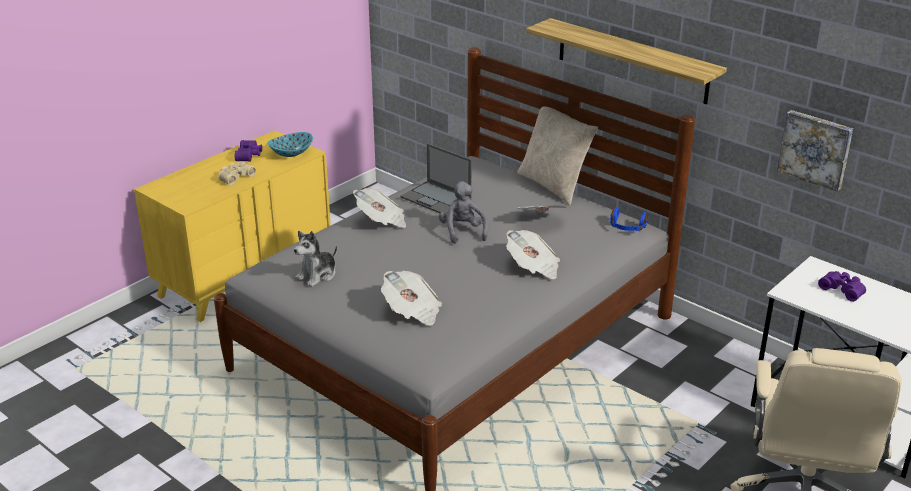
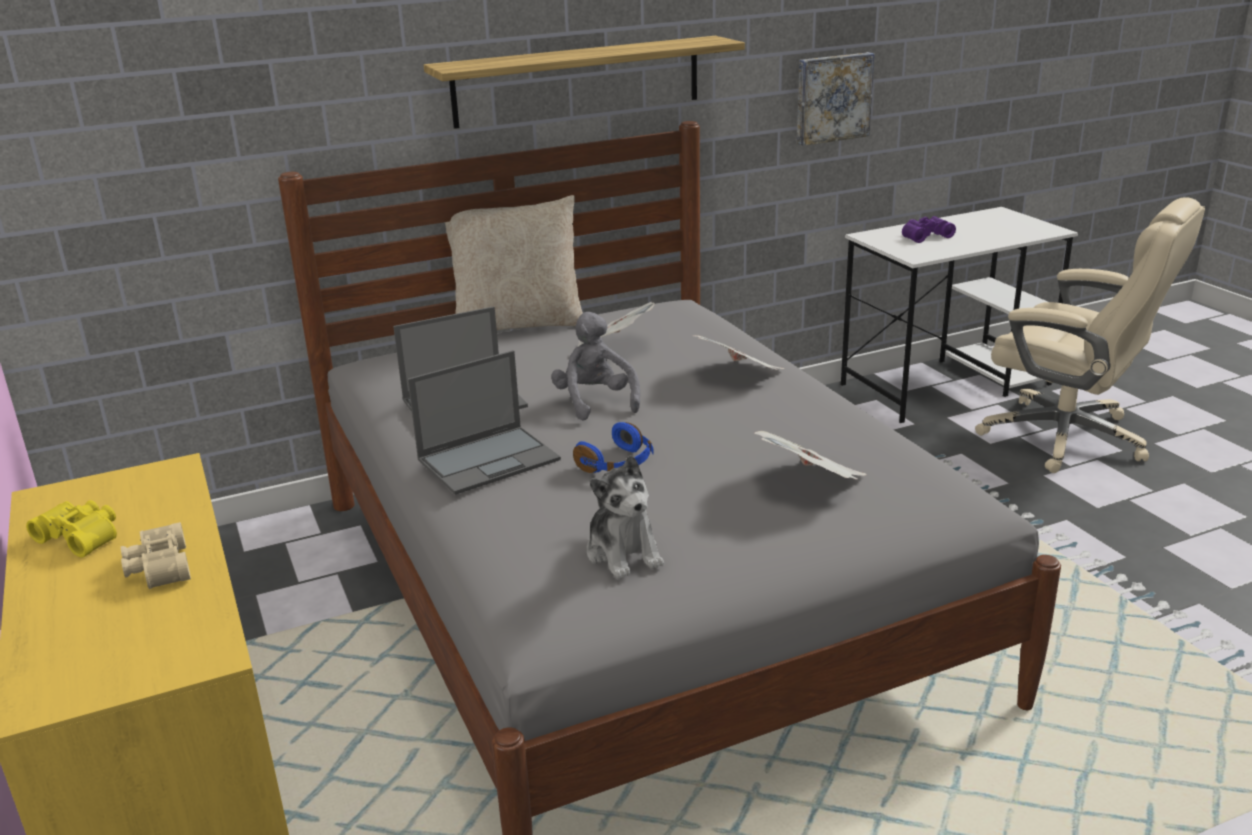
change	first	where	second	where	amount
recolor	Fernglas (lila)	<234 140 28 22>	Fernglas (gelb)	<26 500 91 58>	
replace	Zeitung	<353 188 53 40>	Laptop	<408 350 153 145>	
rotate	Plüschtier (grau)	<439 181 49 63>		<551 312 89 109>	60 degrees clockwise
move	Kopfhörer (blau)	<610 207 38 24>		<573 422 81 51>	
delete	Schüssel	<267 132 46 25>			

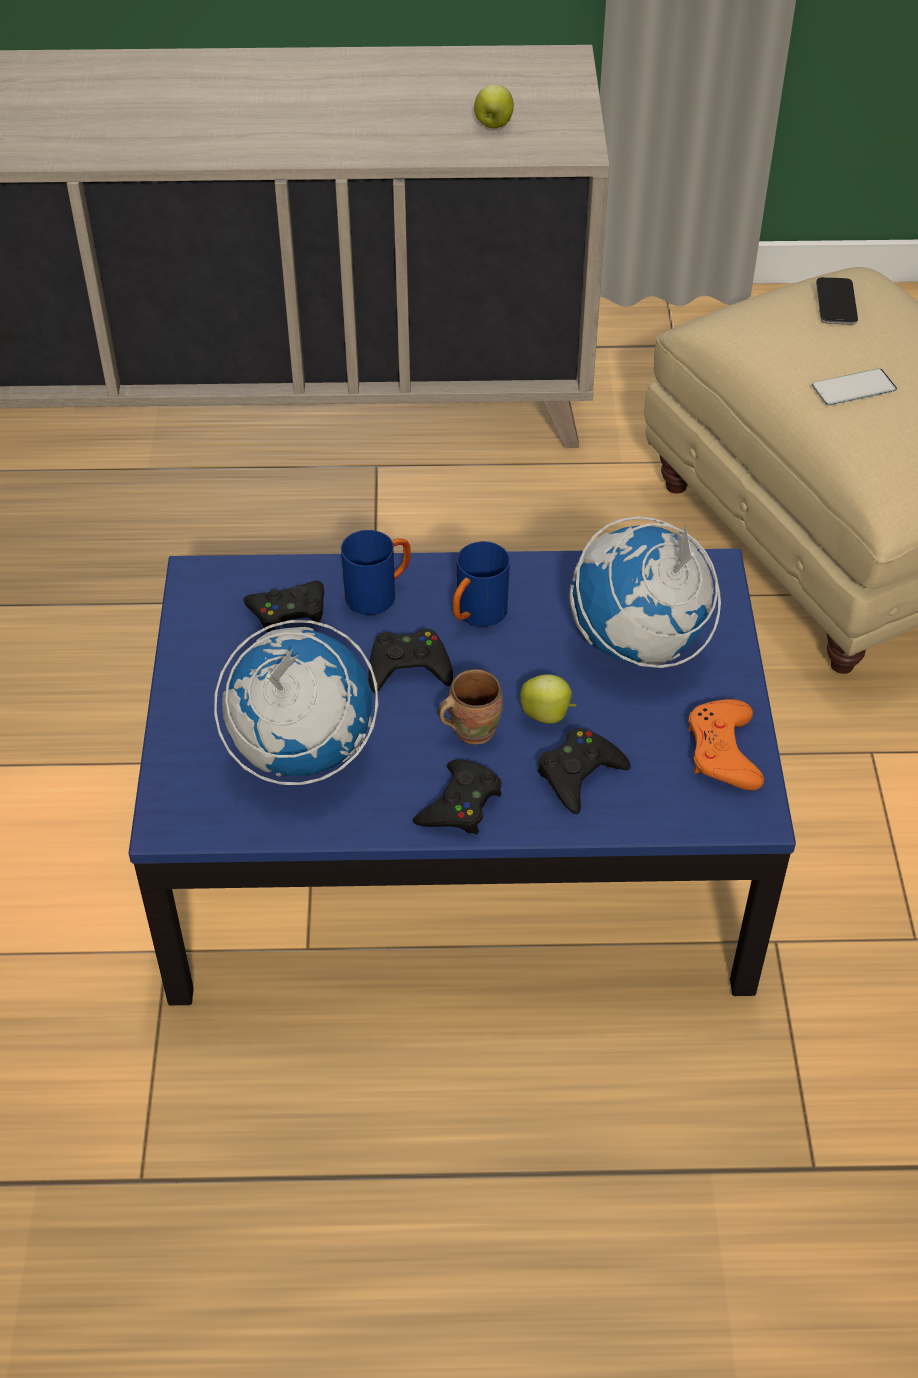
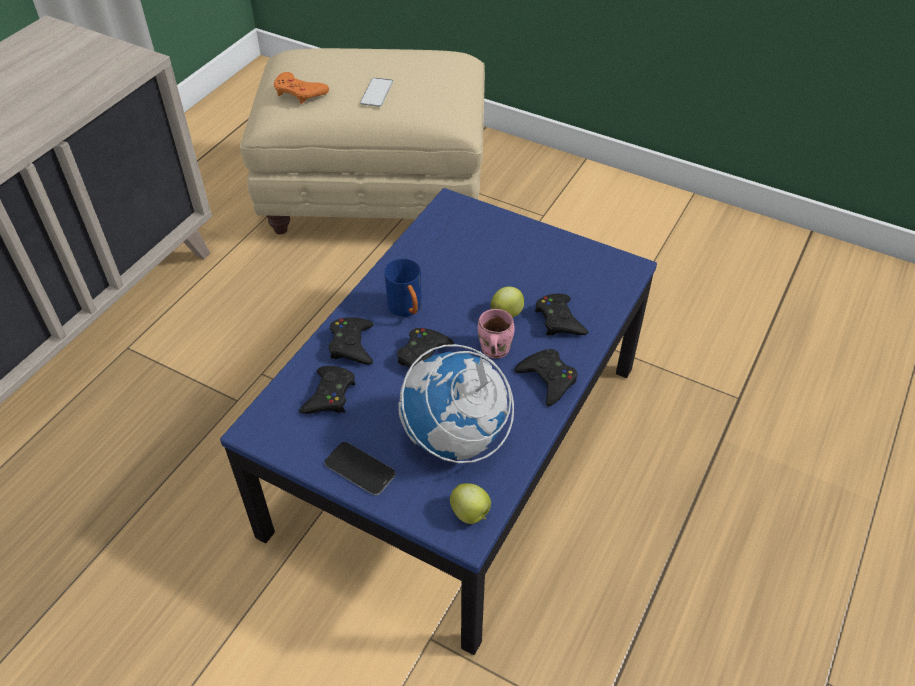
change	first	where	second	where	amount
move	Gamepad (orange)	<688 699 76 91>		<274 72 55 32>	
move	Handy	<816 277 42 48>		<325 442 71 53>	
replace	Henkelbecher (blau)	<341 530 70 85>	Gamepad (schwarz)	<329 317 45 47>	
move	Apfel	<474 85 40 43>		<450 483 41 41>	
recolor	Henkelbecher (braun)	<438 669 65 75>	Henkelbecher (rosa)	<478 309 37 49>	
delete	Globus	<570 516 151 152>			

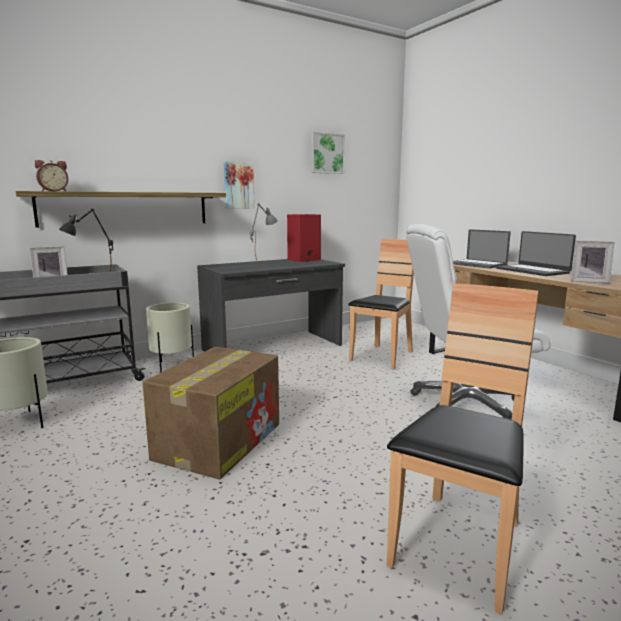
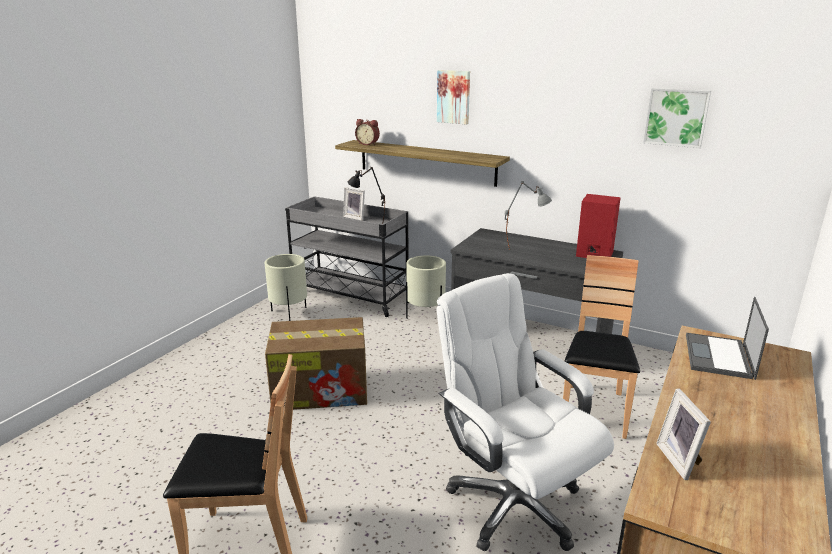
change	first	where	second	where	amount
move	Bild	<224 161 31 48>		<437 70 33 55>	
rotate	Stuhl (braun)	<348 239 66 130>		<563 255 77 184>	75 degrees counterclockwise
delete	Laptop	<496 231 80 45>			

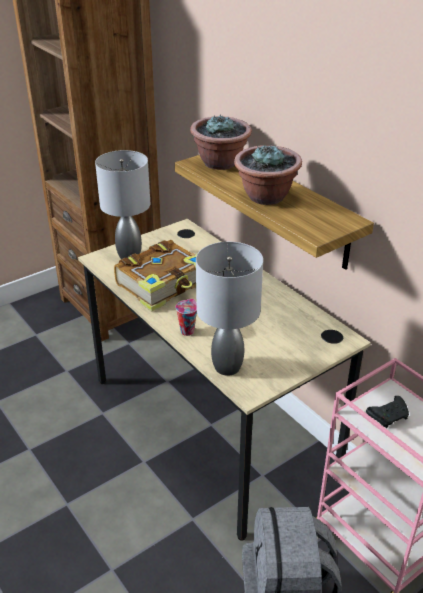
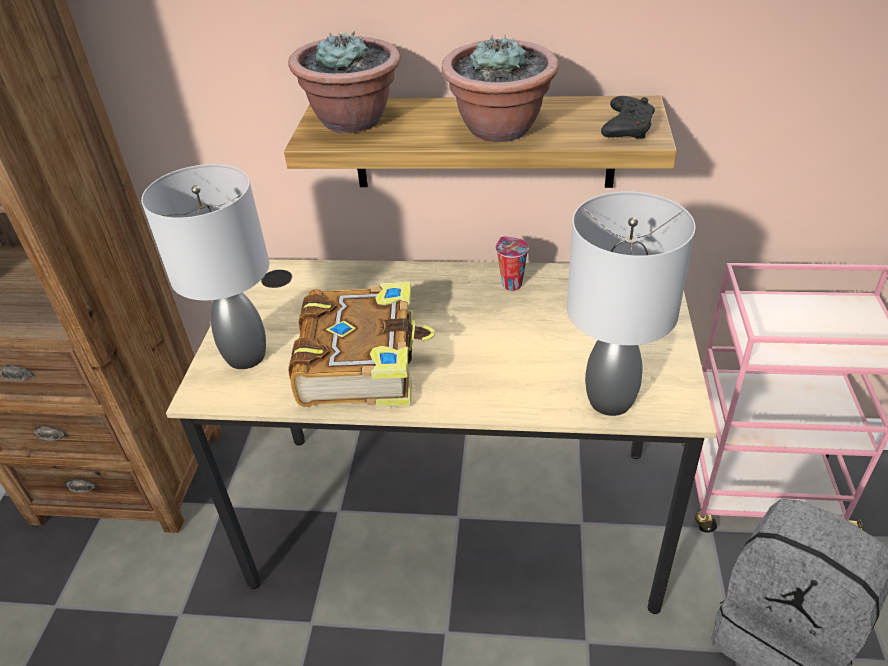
change	first	where	second	where	amount
move	Tasse	<175 299 22 37>		<495 236 34 55>	
move	Gamepad (schwarz)	<366 396 43 32>		<601 96 54 43>	

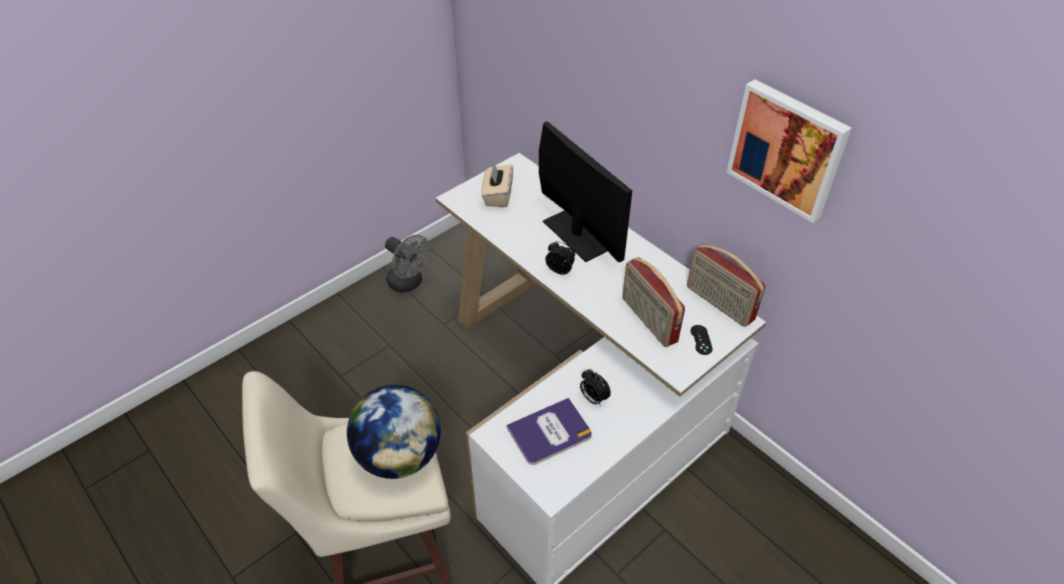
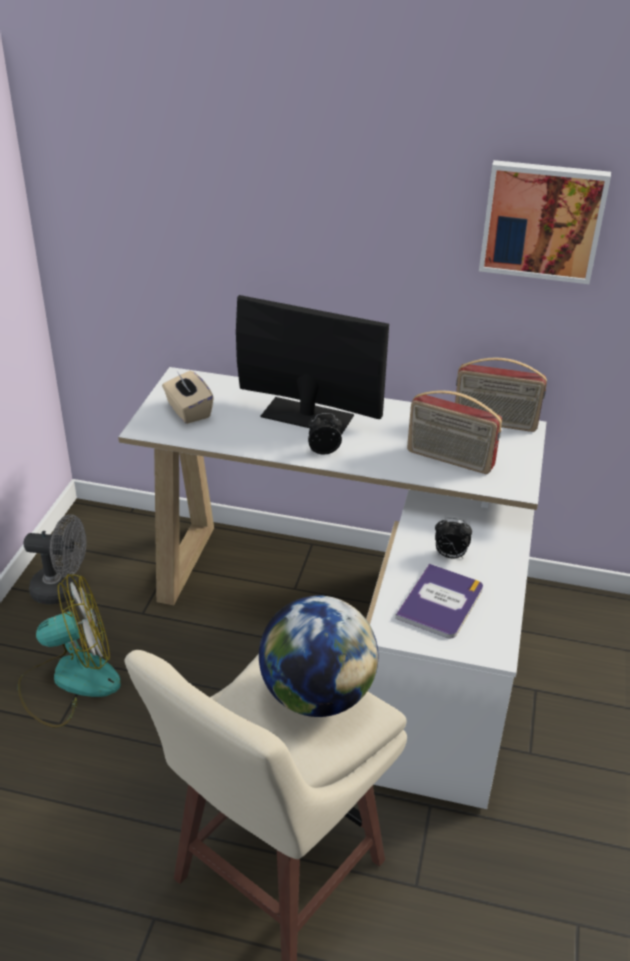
change	first	where	second	where	amount
insert			Ventilator	<18 574 103 154>	
delete	Gamepad (schwarz)	<691 325 22 30>			

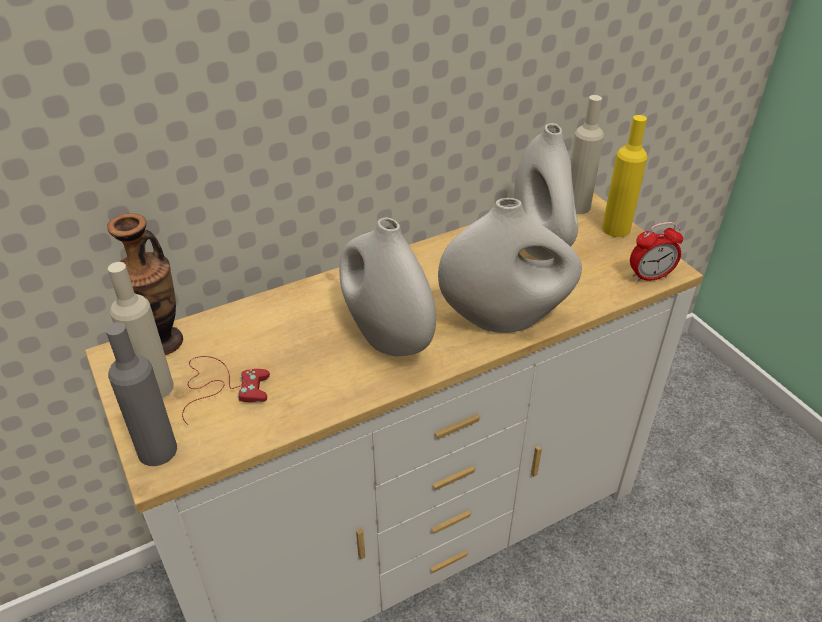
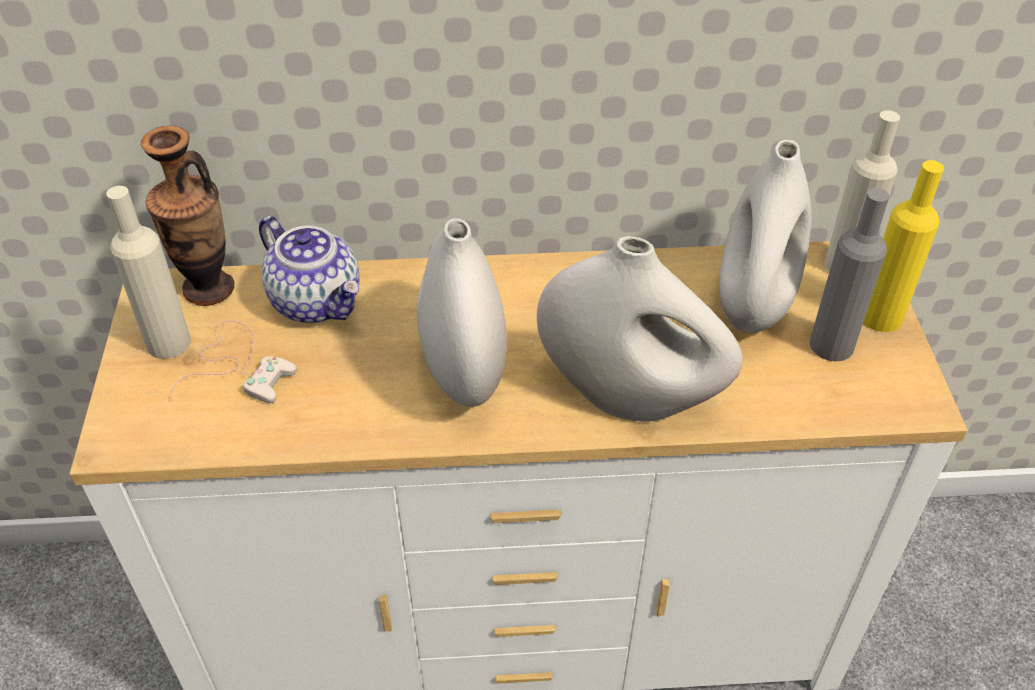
change	first	where	second	where	amount
recolor	Gamepad (rot)	<182 356 88 69>	Gamepad (weiß)	<171 320 126 83>	
insert			Teekanne	<259 216 101 107>	
move	Flasche (grau)	<106 322 71 144>		<810 188 79 174>	
delete	Wecker	<630 222 53 60>			

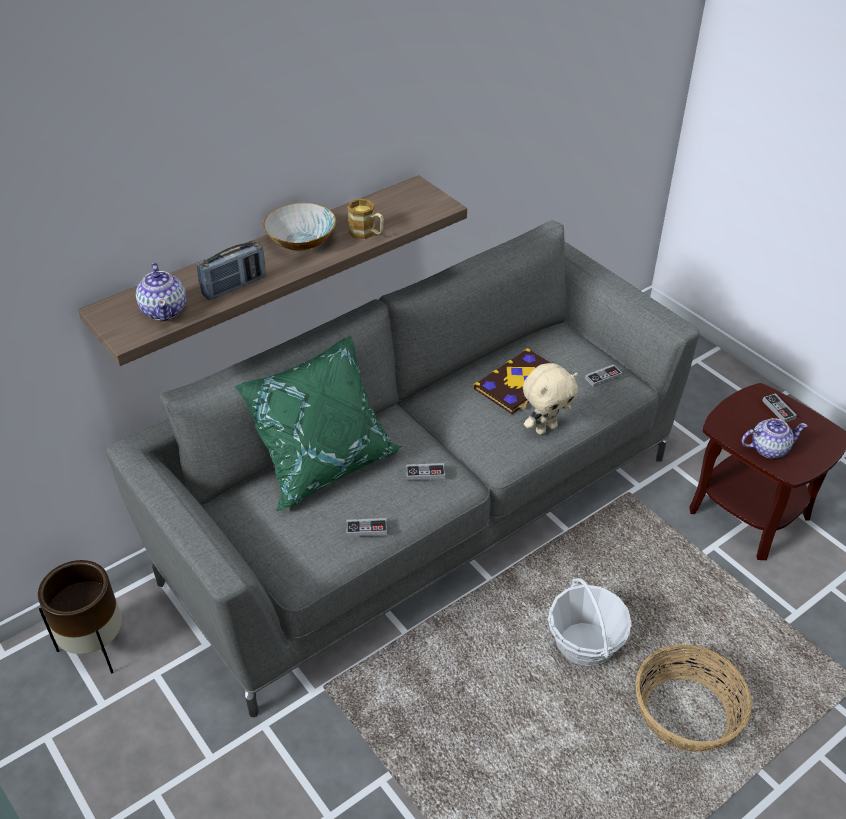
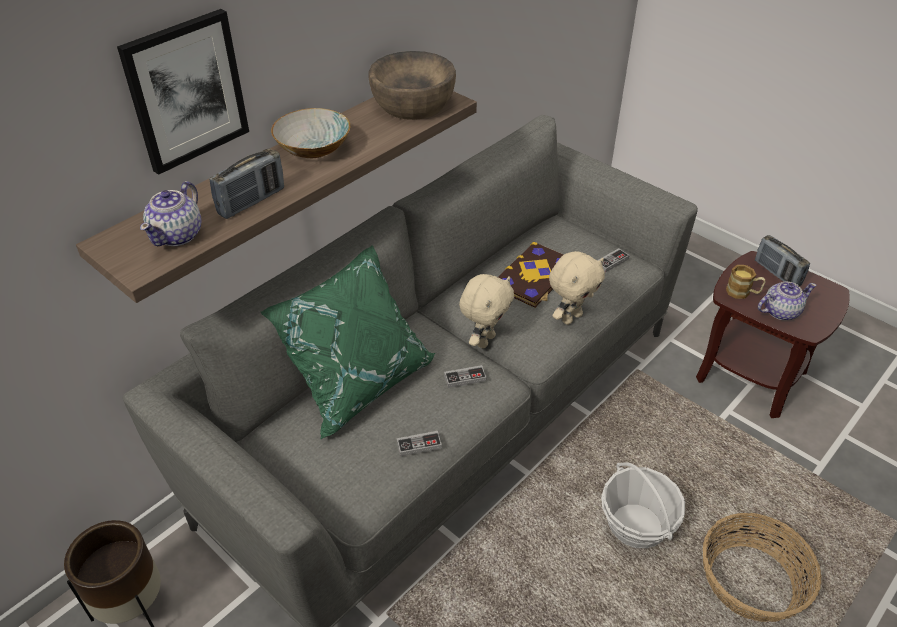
change	first	where	second	where	amount
insert			Bild	<117 9 132 166>	
rotate	Teekanne	<136 263 50 58>		<140 181 62 65>	45 degrees clockwise
insert			Schüssel (braun)	<368 51 88 69>	
insert			Plüschtier (beige)	<459 274 55 74>	
move	Henkelbecher	<347 198 37 41>		<726 265 40 34>	
replace	Gamepad	<762 393 35 29>	Radio	<755 235 55 51>	

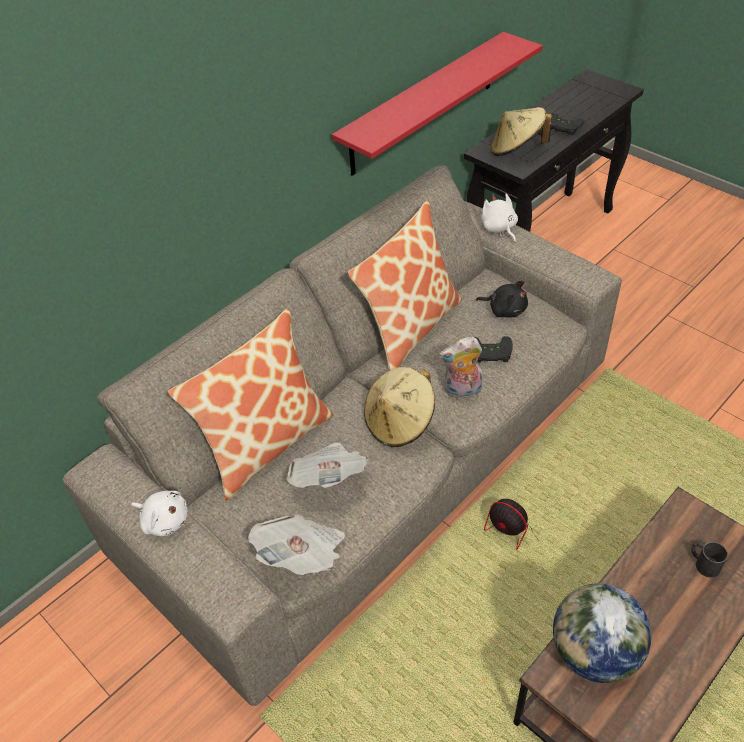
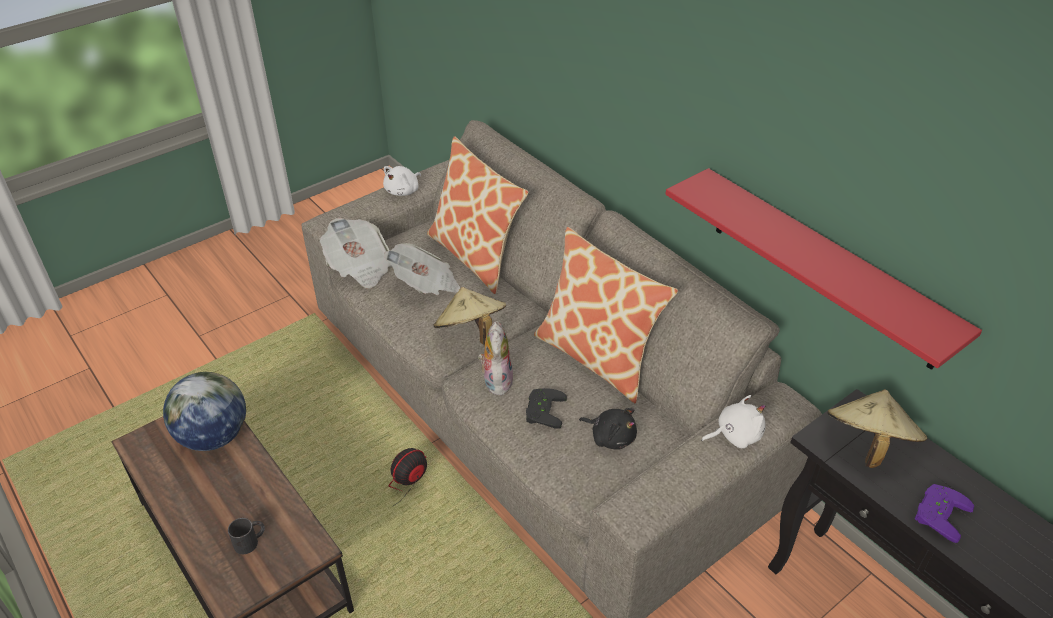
change	first	where	second	where	amount
rotate	Plüschtier (schwarz)	<476 281 52 37>		<579 408 58 41>	90 degrees counterclockwise
recolor	Gamepad (schwarz)	<551 113 33 22>	Gamepad (lila)	<915 484 59 59>	

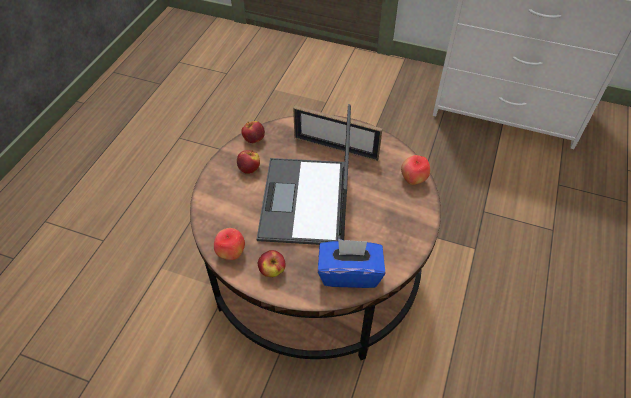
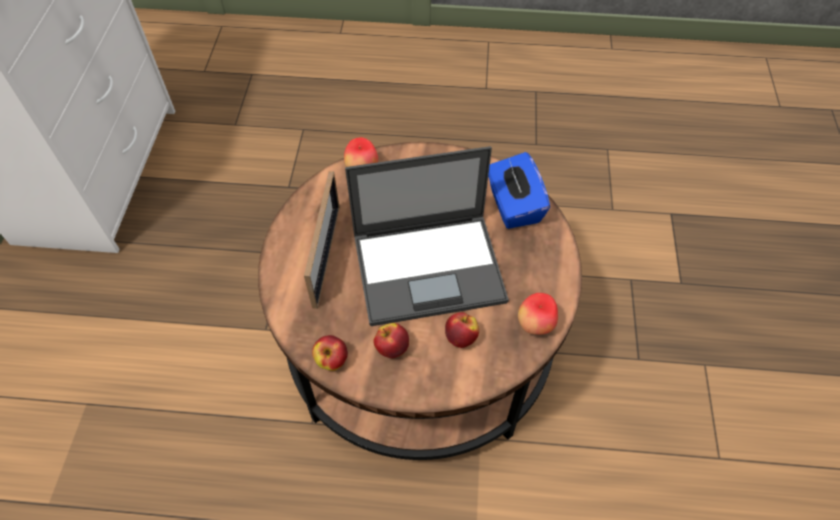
change	first	where	second	where	amount
move	Apfel	<258 250 27 27>		<445 312 34 36>	

